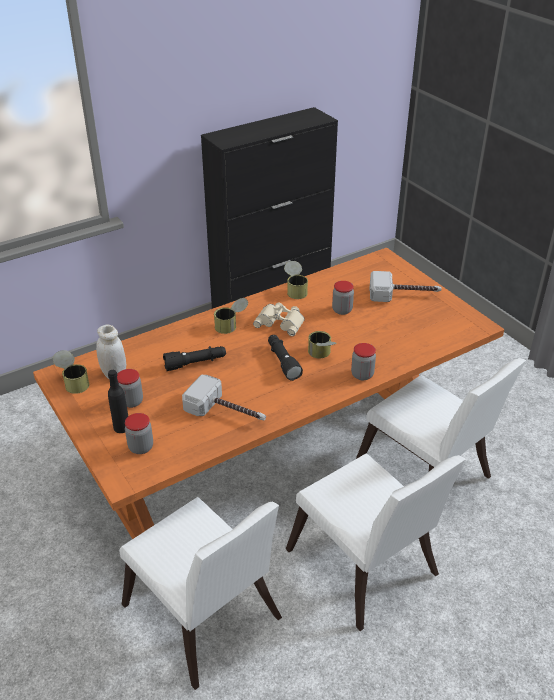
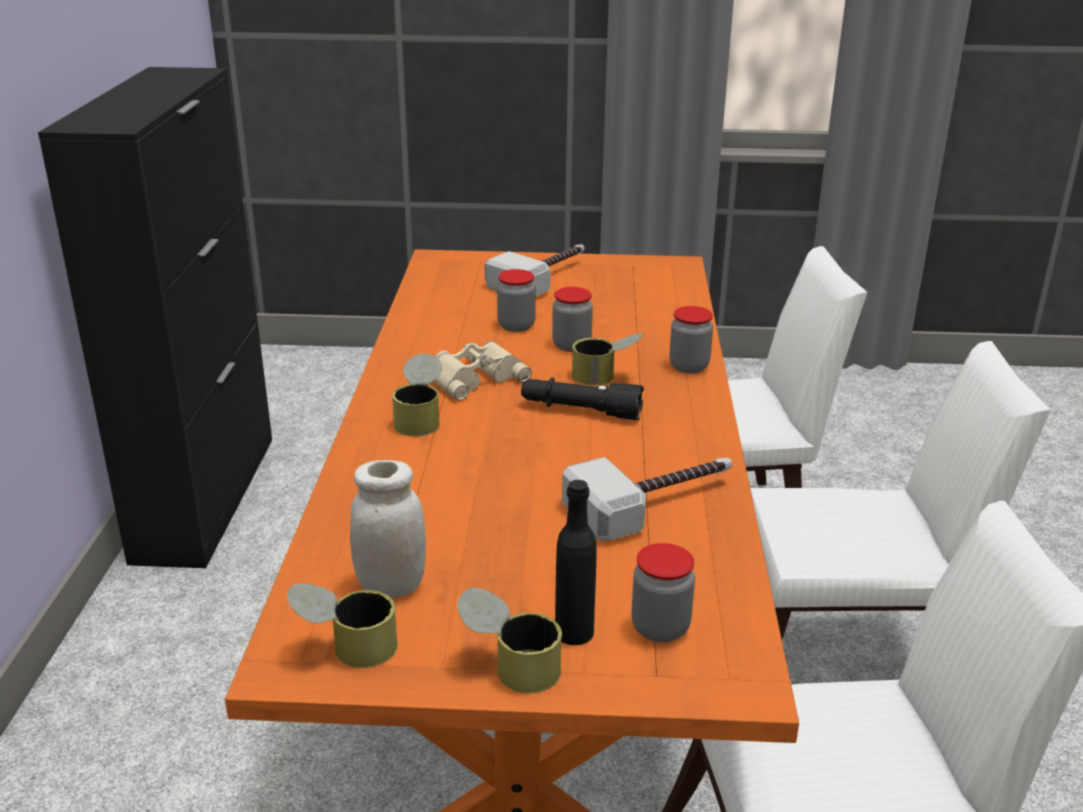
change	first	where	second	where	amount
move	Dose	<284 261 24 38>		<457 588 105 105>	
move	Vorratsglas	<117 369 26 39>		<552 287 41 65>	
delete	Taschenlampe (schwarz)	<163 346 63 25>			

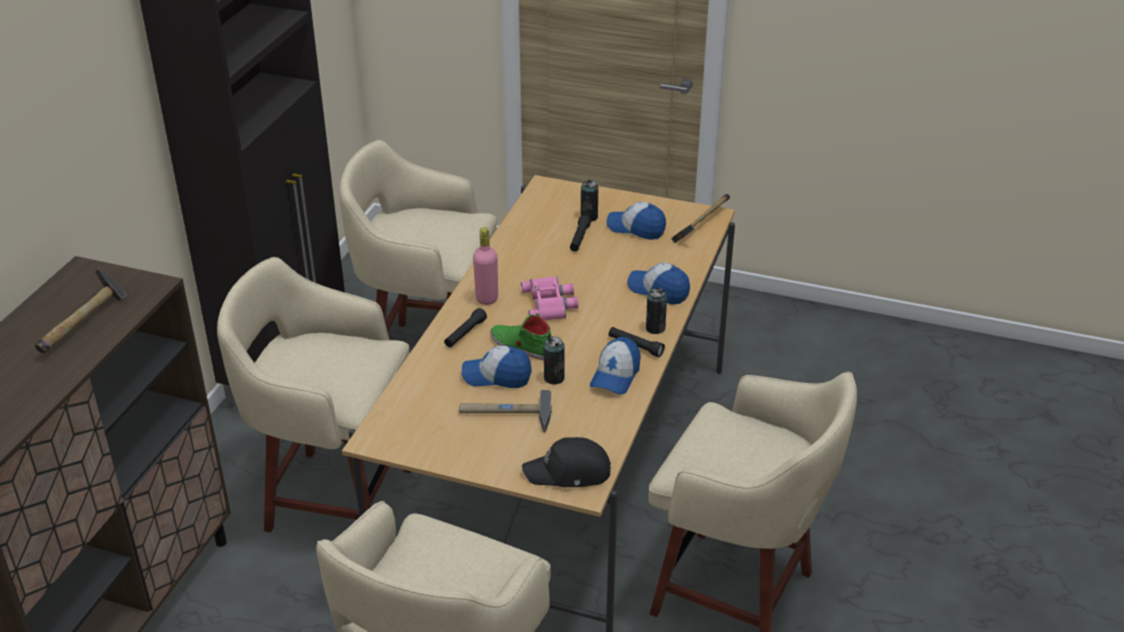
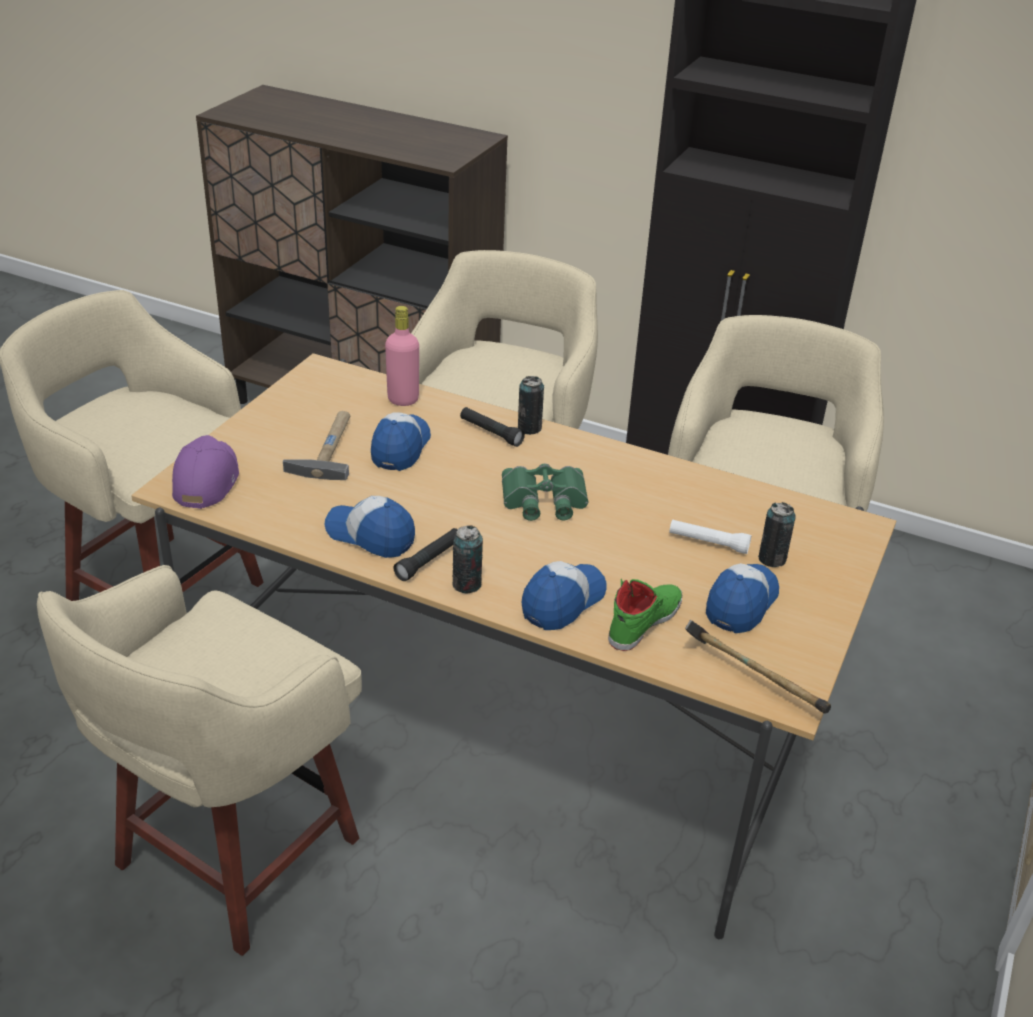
change	first	where	second	where	amount
recolor	Kappe (schwarz)	<522 437 89 50>	Kappe (lila)	<172 435 67 74>	
move	Flasche (rosa)	<473 227 25 78>		<385 306 34 100>	
recolor	Fernglas (rosa)	<521 276 57 44>	Fernglas (grün)	<502 463 86 58>	
move	Dose	<544 336 21 49>		<518 376 26 59>	
move	Schuh (grün)	<491 313 60 47>		<608 578 74 73>	
recolor	Taschenlampe (schwarz)	<570 215 21 36>	Taschenlampe (weiß)	<669 520 83 34>	
delete	Hammer	<35 268 92 85>			

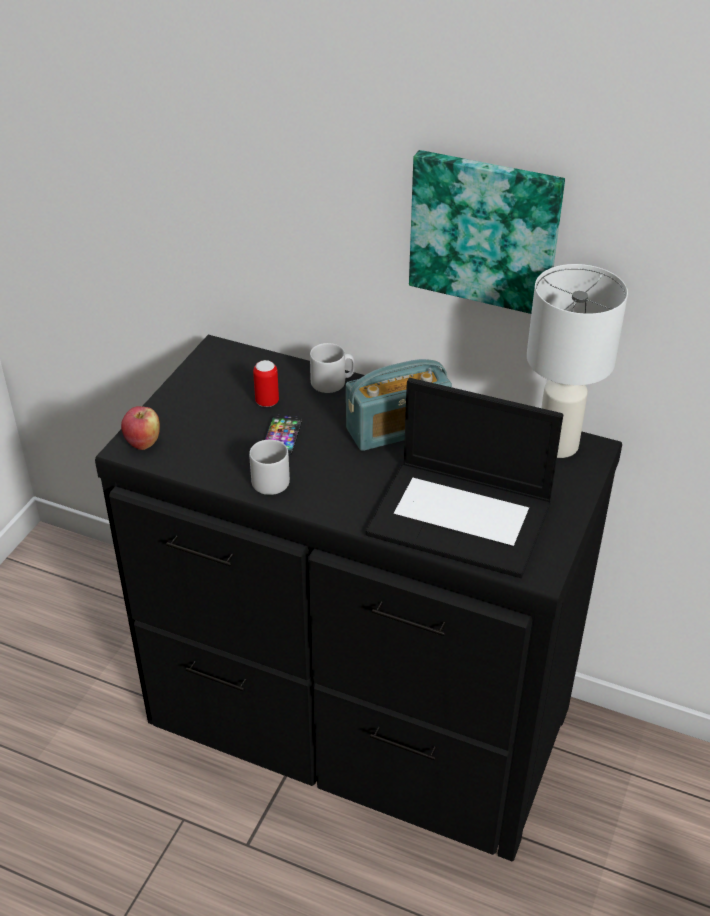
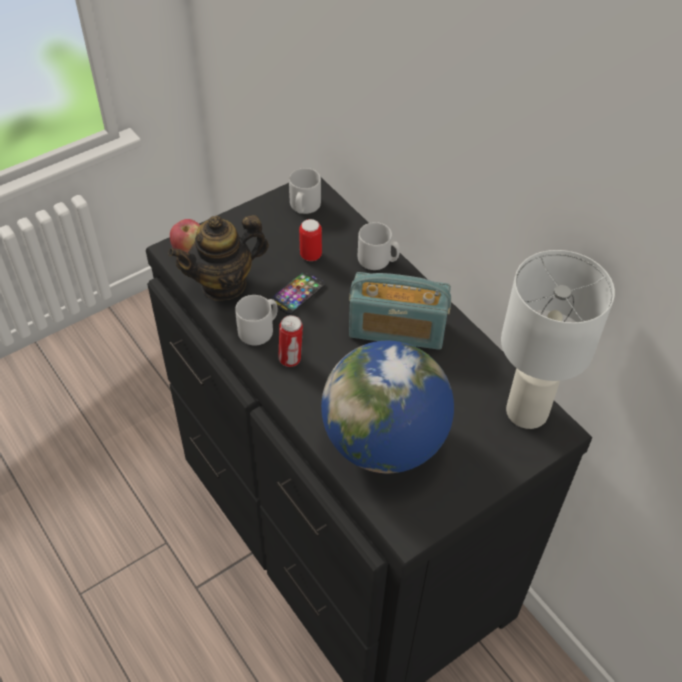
change	first	where	second	where	amount
insert			Teekanne	<168 215 101 86>	
insert			Dose	<278 315 25 52>	
insert			Henkelbecher (grau)	<289 168 32 46>	
replace	Laptop	<366 378 197 200>	Globus	<321 341 133 132>	
delete	Bild	<409 150 156 164>			

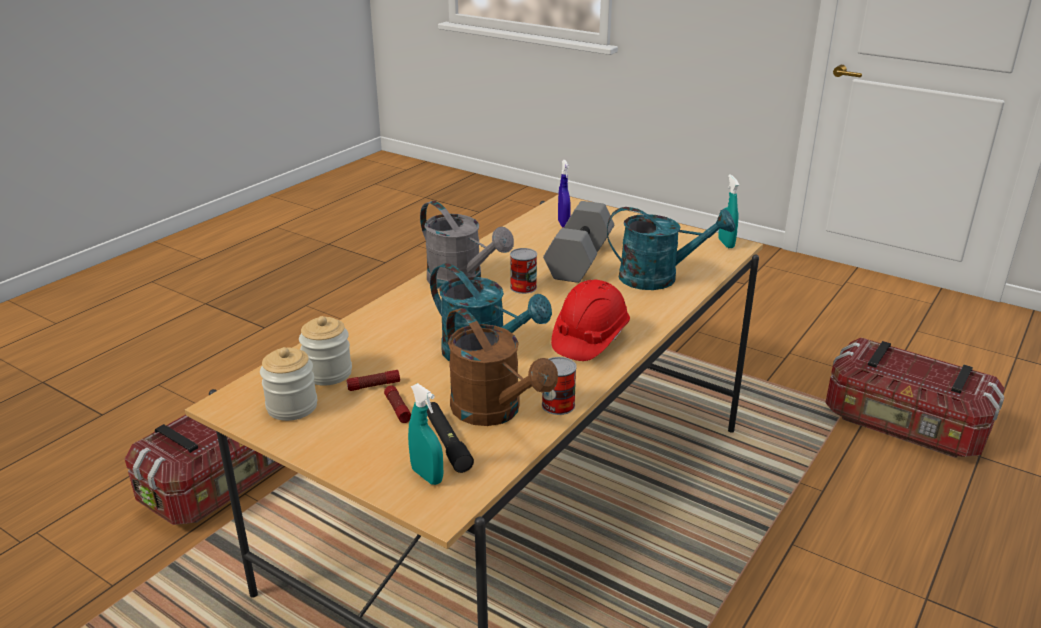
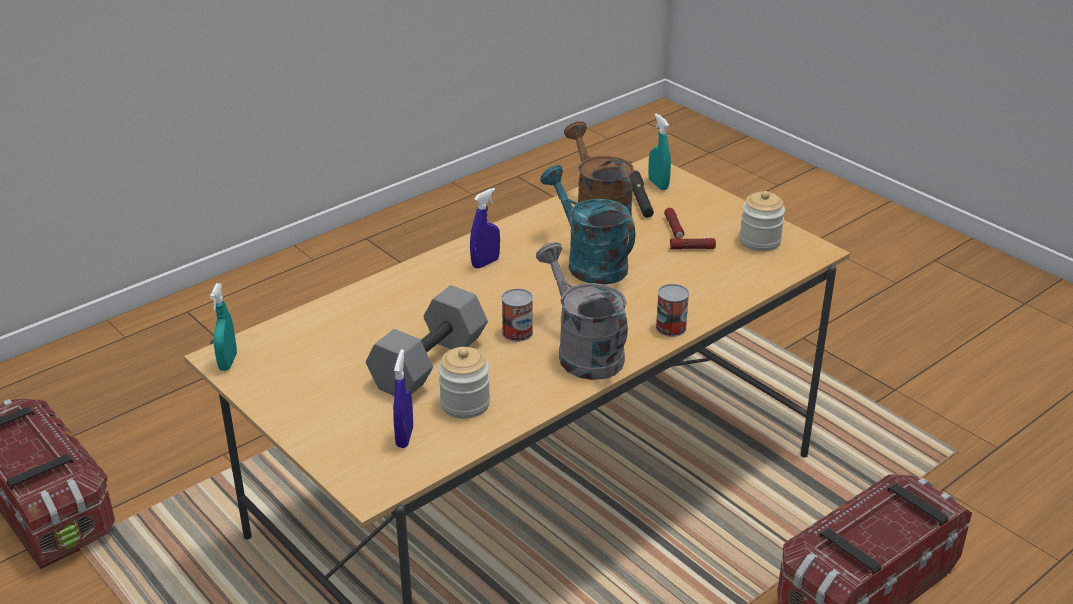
change	first	where	second	where	amount
move	Vorratsglas	<299 316 53 70>		<438 347 52 72>	
replace	Schutzhelm (rot)	<551 280 79 81>	Sprühflasche (blau)	<470 188 30 81>	
move	Dose	<542 357 35 58>		<656 284 33 53>	
delete	Gießkanne (türkis)	<607 207 128 83>			

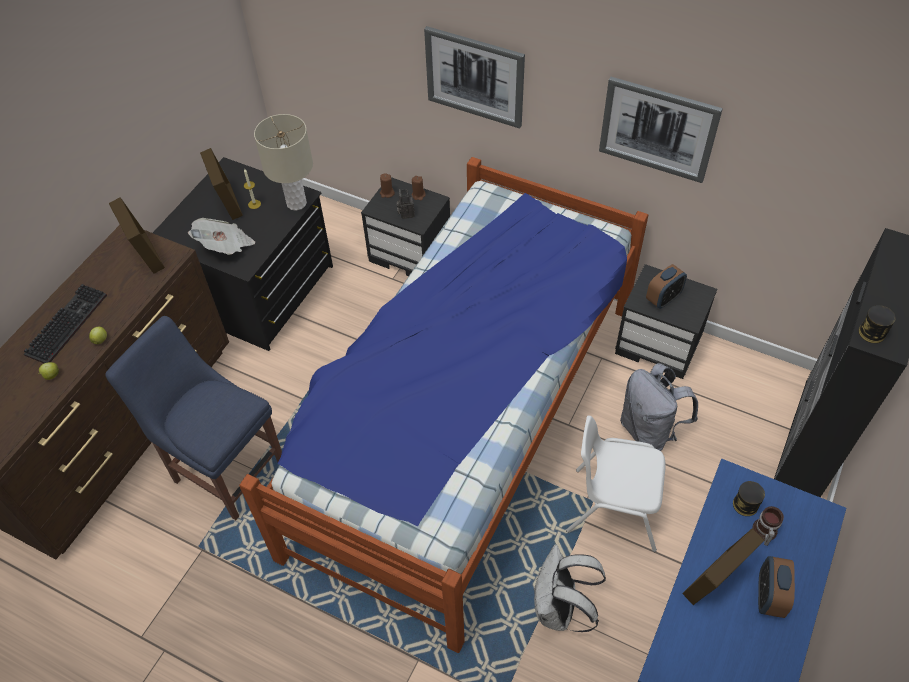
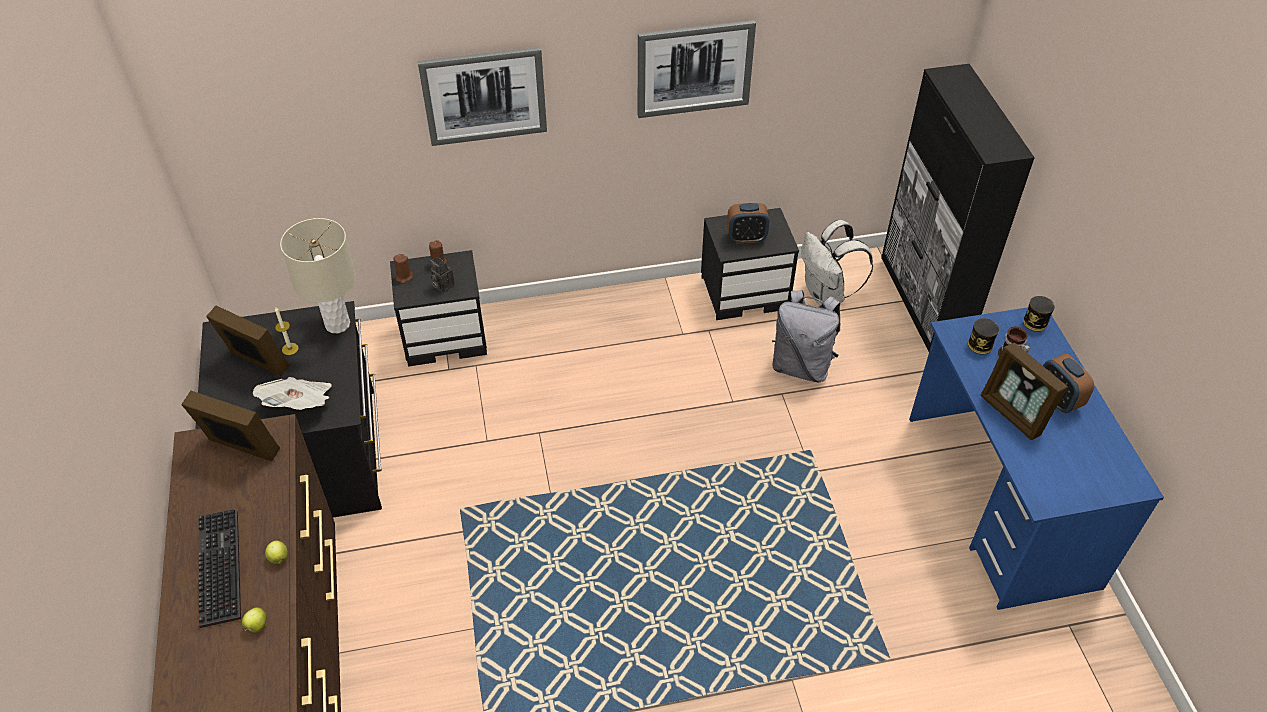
change	first	where	second	where	amount
rotate	Wecker	<646 264 41 45>		<727 203 42 40>	75 degrees clockwise
move	Rucksack (weiß)	<534 545 72 87>		<801 220 72 85>	
rotate	Bilderrahmen	<683 528 81 77>		<980 343 88 97>	45 degrees counterclockwise
move	Dose	<858 305 38 38>		<1023 296 32 36>	
delete	Stuhl (blau)	<105 316 177 204>			
delete	Bett	<239 157 409 496>			
delete	Stuhl (weiß)	<566 415 100 137>			

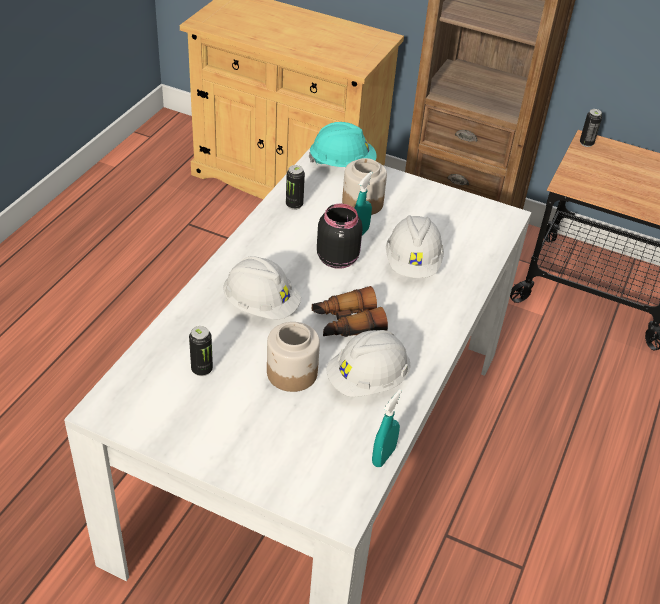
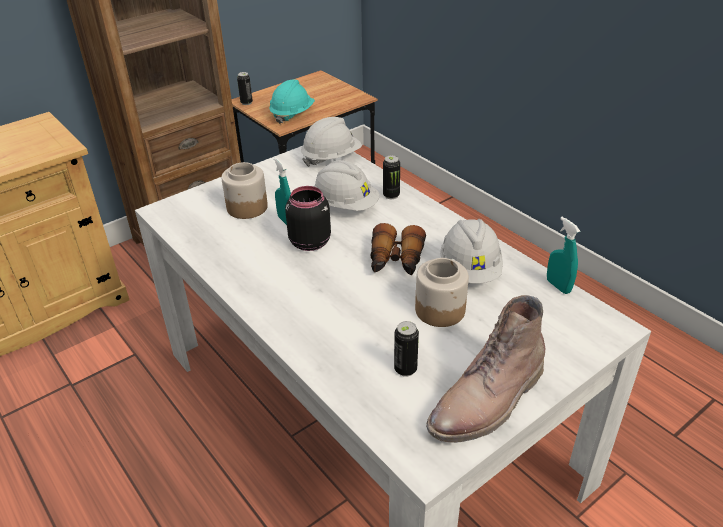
change	first	where	second	where	amount
move	Schutzhelm (türkis)	<309 122 68 45>		<269 80 46 44>	
move	Schutzhelm (weiß)	<223 256 78 64>		<301 117 61 50>	
move	Dose	<286 165 19 45>		<383 155 17 44>	
insert			Stiefel (braun)	<426 295 119 148>	

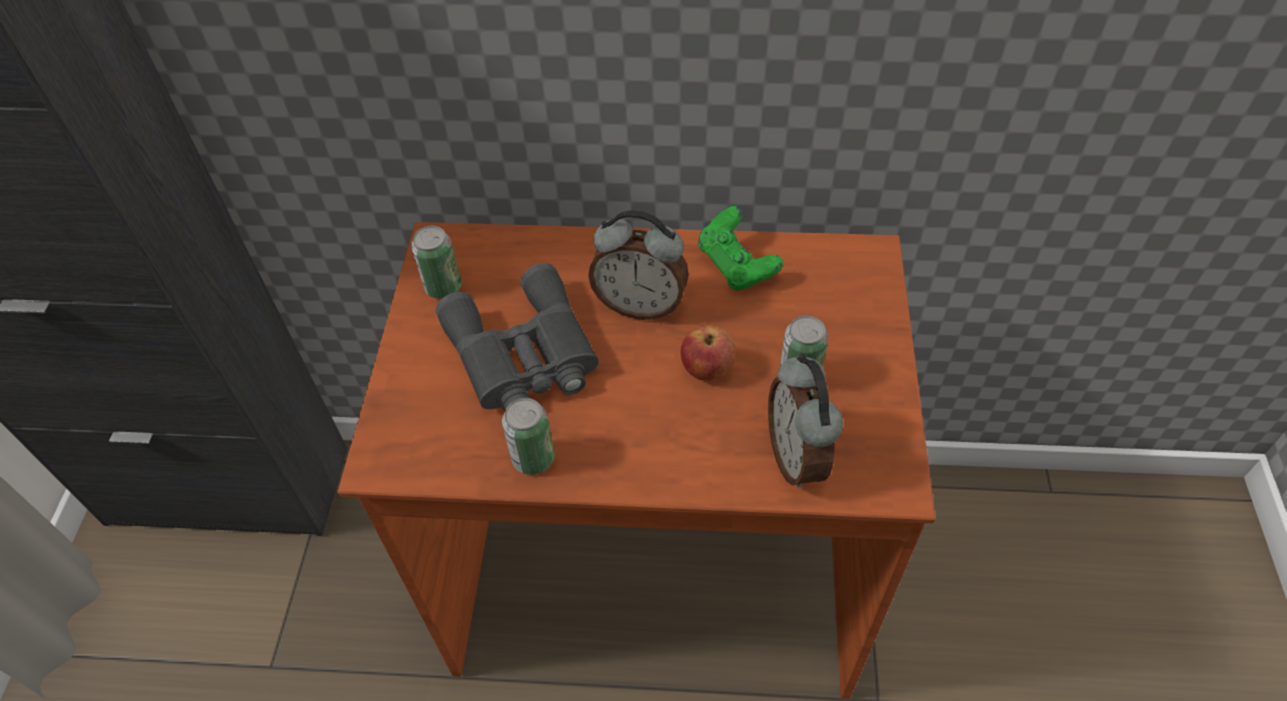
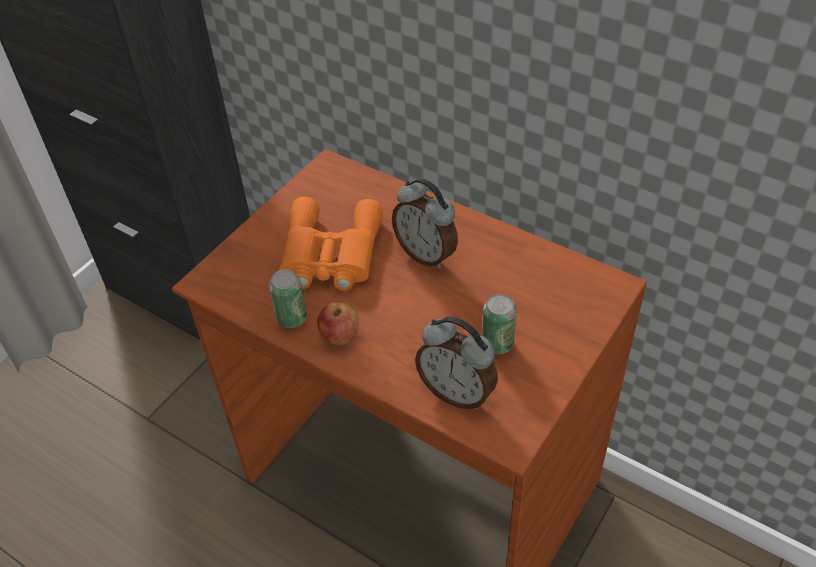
change	first	where	second	where	amount
recolor	Fernglas (grau)	<436 263 163 147>	Fernglas (orange)	<279 197 104 94>	
move	Apfel	<681 325 55 56>		<317 302 42 43>	
rotate	Wecker	<768 354 75 135>		<415 317 83 92>	75 degrees counterclockwise
delete	Dose	<411 226 51 73>			
delete	Gamepad (grün)	<698 206 85 85>			

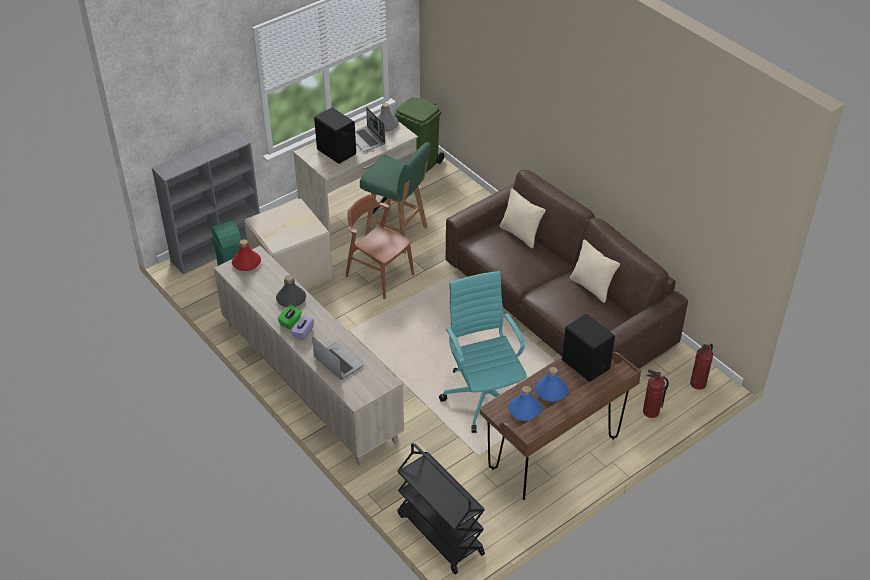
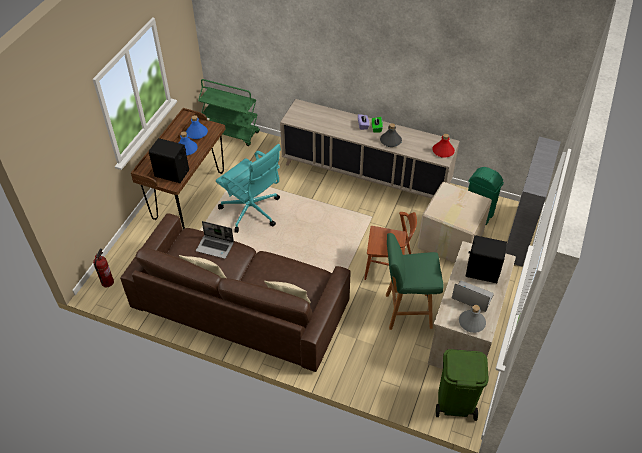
change	first	where	second	where	amount
move	Laptop	<312 337 52 43>		<196 221 38 38>	
recolor	Rollwagen (schwarz)	<397 443 88 131>	Rollwagen (grün)	<198 79 62 67>	
delete	Feuerlöscher	<643 370 26 48>			

